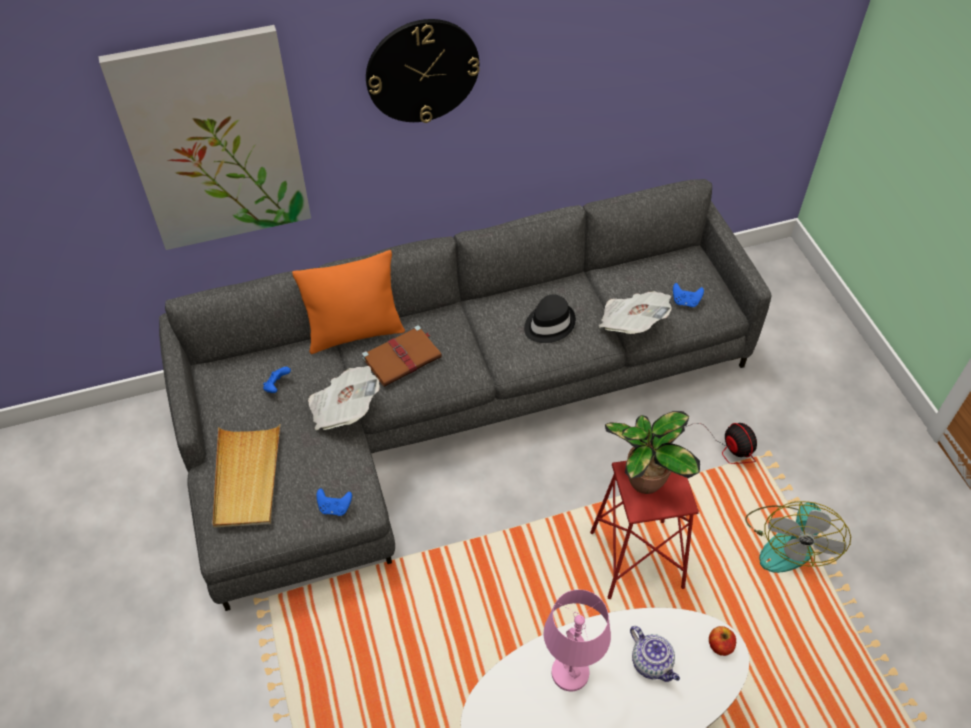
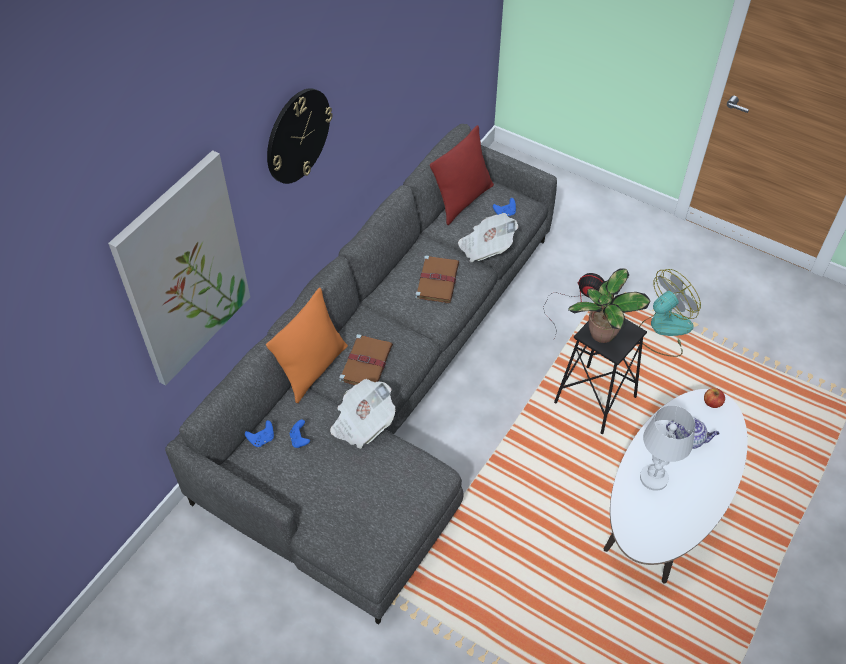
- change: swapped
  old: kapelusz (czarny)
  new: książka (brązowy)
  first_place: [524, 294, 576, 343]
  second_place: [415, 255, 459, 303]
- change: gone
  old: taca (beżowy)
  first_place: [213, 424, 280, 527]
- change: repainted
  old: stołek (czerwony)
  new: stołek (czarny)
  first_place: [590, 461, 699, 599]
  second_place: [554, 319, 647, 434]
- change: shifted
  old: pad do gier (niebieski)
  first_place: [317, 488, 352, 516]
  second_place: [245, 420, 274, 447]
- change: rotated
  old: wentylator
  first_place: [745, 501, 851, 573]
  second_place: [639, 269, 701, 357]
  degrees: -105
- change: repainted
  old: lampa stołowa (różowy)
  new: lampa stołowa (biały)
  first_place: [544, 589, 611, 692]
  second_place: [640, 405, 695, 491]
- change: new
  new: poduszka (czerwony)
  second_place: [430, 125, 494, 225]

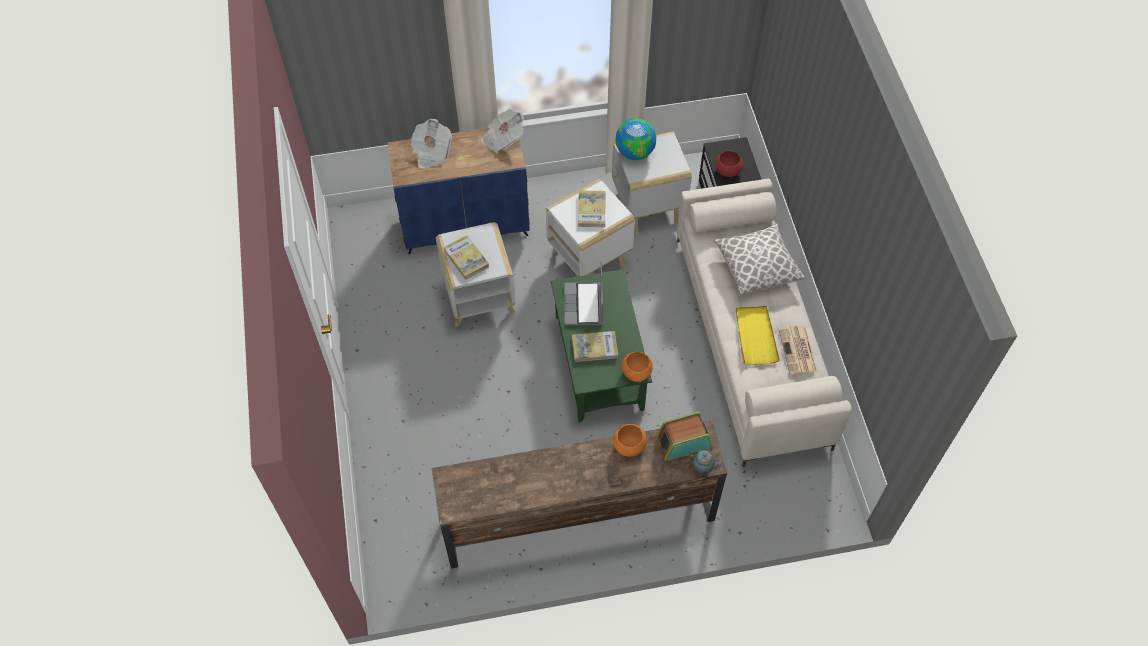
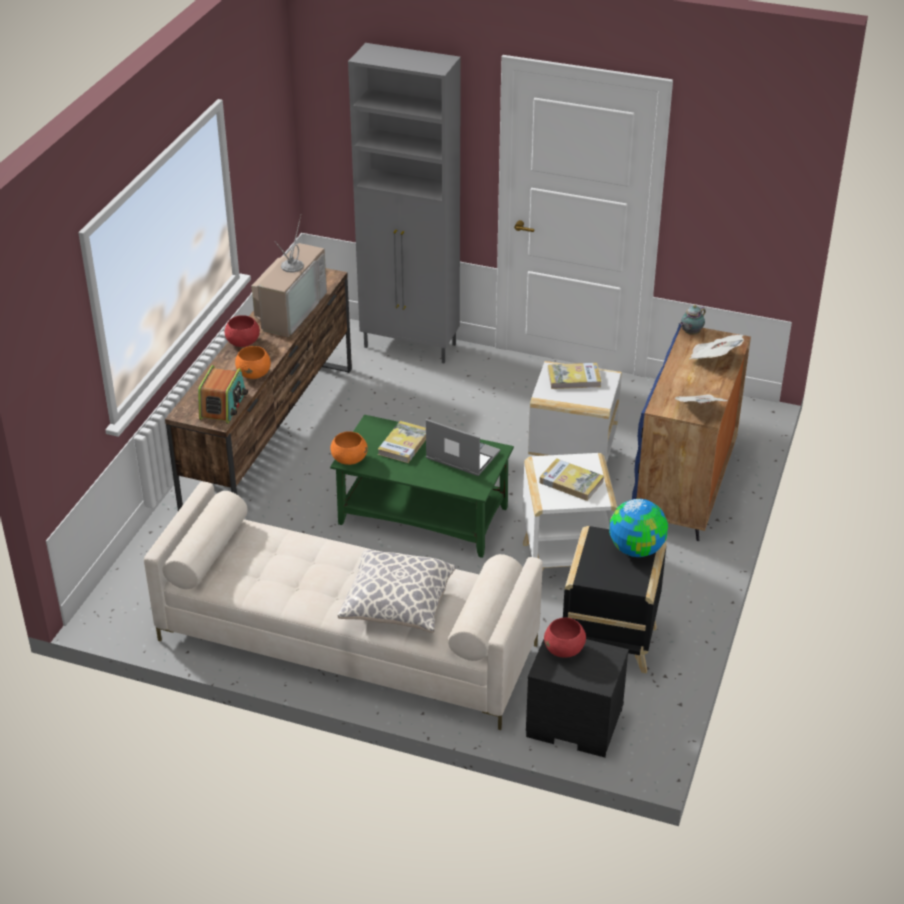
- change: repainted
  old: stolik (biały)
  new: stolik (czarny)
  first_place: [612, 132, 692, 234]
  second_place: [563, 526, 667, 674]
- change: gone
  old: taca (żółty)
  first_place: [736, 306, 780, 365]
- change: gone
  old: gazeta
  first_place: [779, 326, 817, 375]
- change: shifted
  old: imbryk
  first_place: [686, 450, 724, 473]
  second_place: [680, 305, 706, 335]
- change: new
  new: szafka (szary)
  second_place: [348, 43, 461, 363]
- change: new
  new: telewizor
  second_place: [252, 216, 327, 337]
- change: new
  new: miska (czerwony)
  second_place: [225, 315, 260, 347]

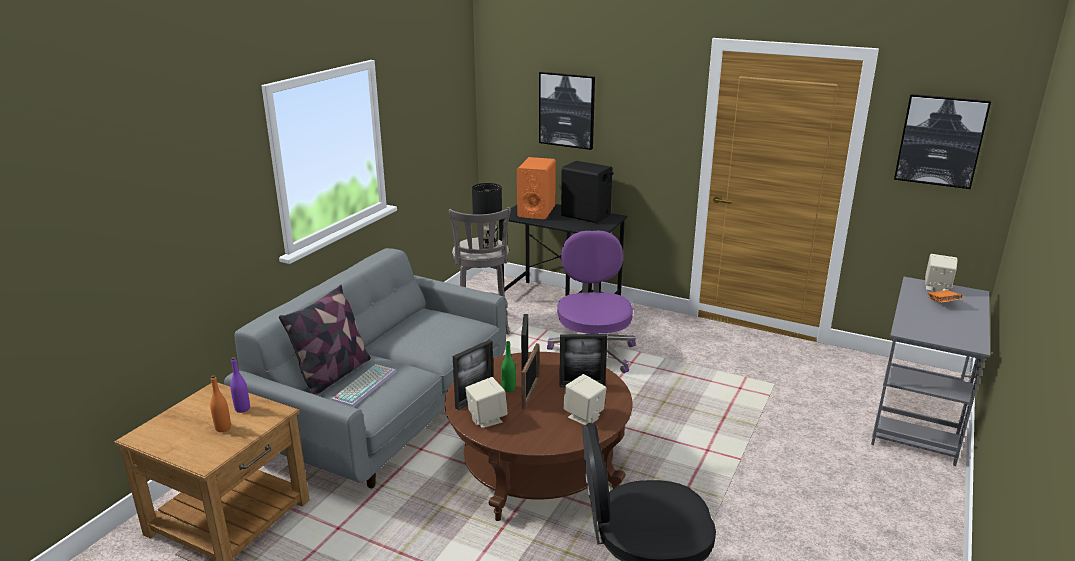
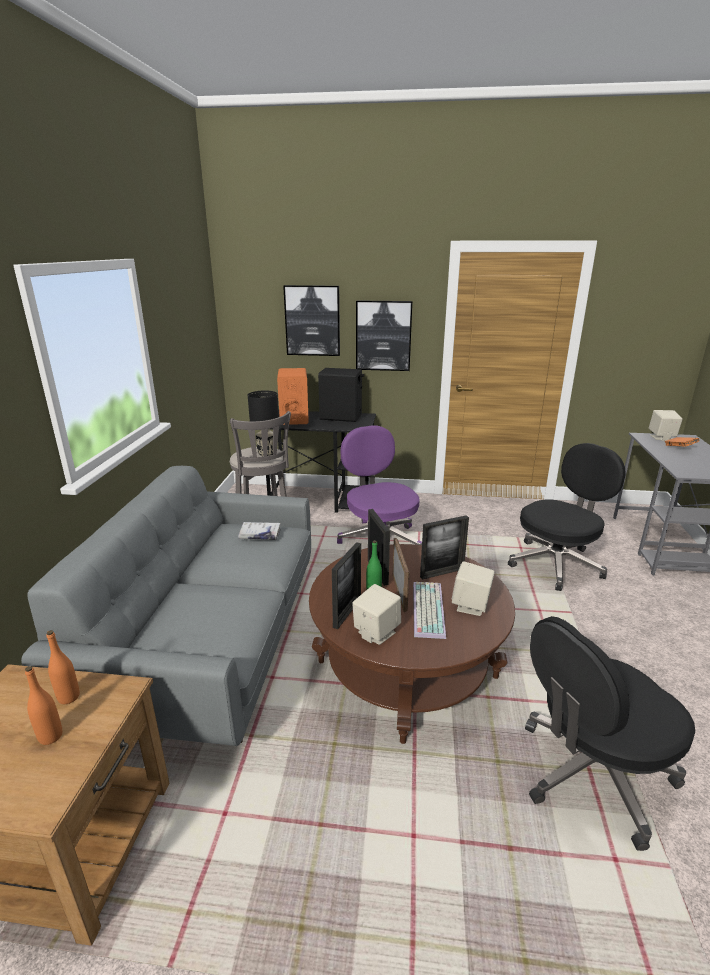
- change: shifted
  old: obraz
  first_place: [894, 94, 991, 189]
  second_place: [356, 300, 413, 371]
- change: gone
  old: poduszka
  first_place: [279, 285, 371, 395]
- change: repainted
  old: butelka (fioletowy)
  new: butelka (pomarańczowy)
  first_place: [230, 357, 250, 413]
  second_place: [46, 630, 80, 704]
- change: shifted
  old: klawiatura
  first_place: [332, 364, 396, 407]
  second_place: [413, 582, 446, 639]
- change: new
  new: krzesło biurowe (czarny)
  second_place: [508, 443, 626, 591]
- change: new
  new: książka (biały)
  second_place: [238, 522, 281, 540]

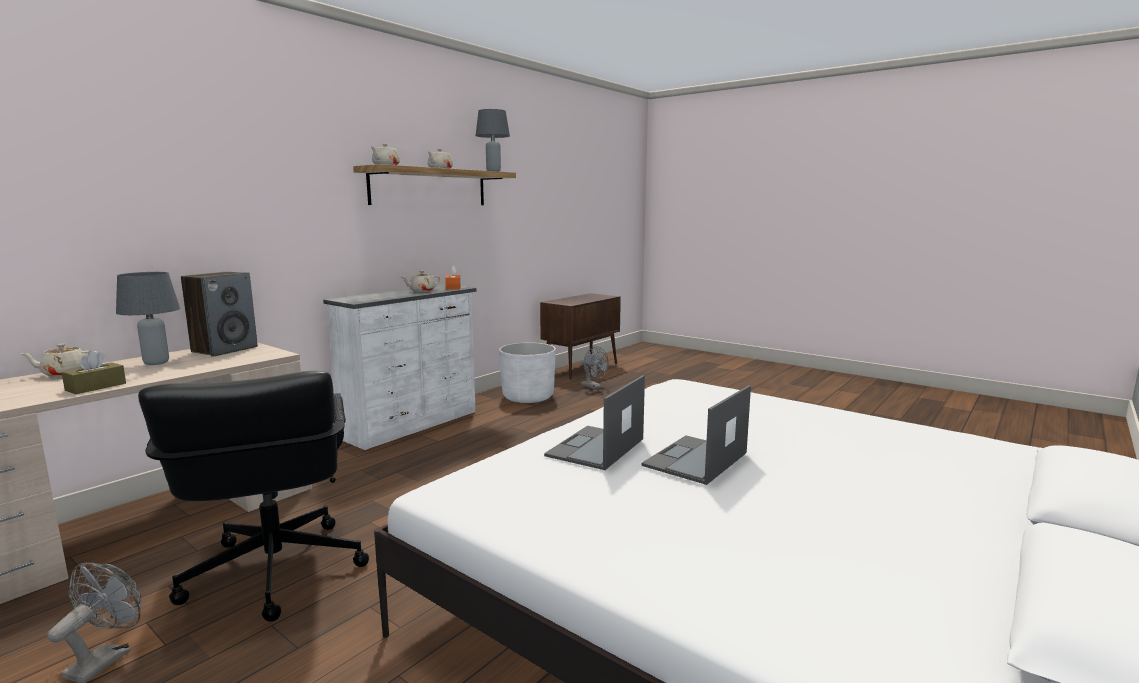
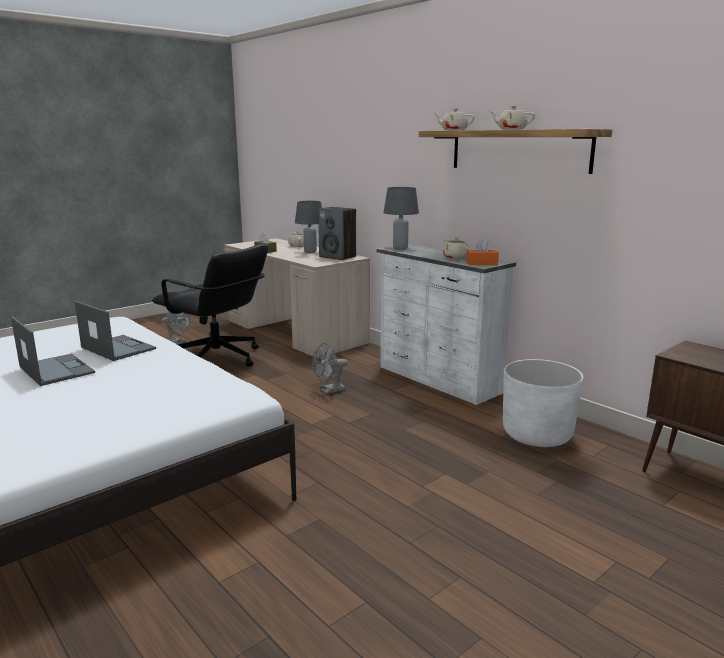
- change: shifted
  old: lampa stołowa (szary)
  first_place: [476, 109, 510, 172]
  second_place: [383, 187, 419, 250]
- change: shifted
  old: wentylator (szary)
  first_place: [581, 346, 608, 389]
  second_place: [312, 343, 348, 394]
- change: rotated
  old: krzesło biurowe (czarny)
  first_place: [138, 371, 369, 622]
  second_place: [152, 244, 268, 367]
  degrees: -135

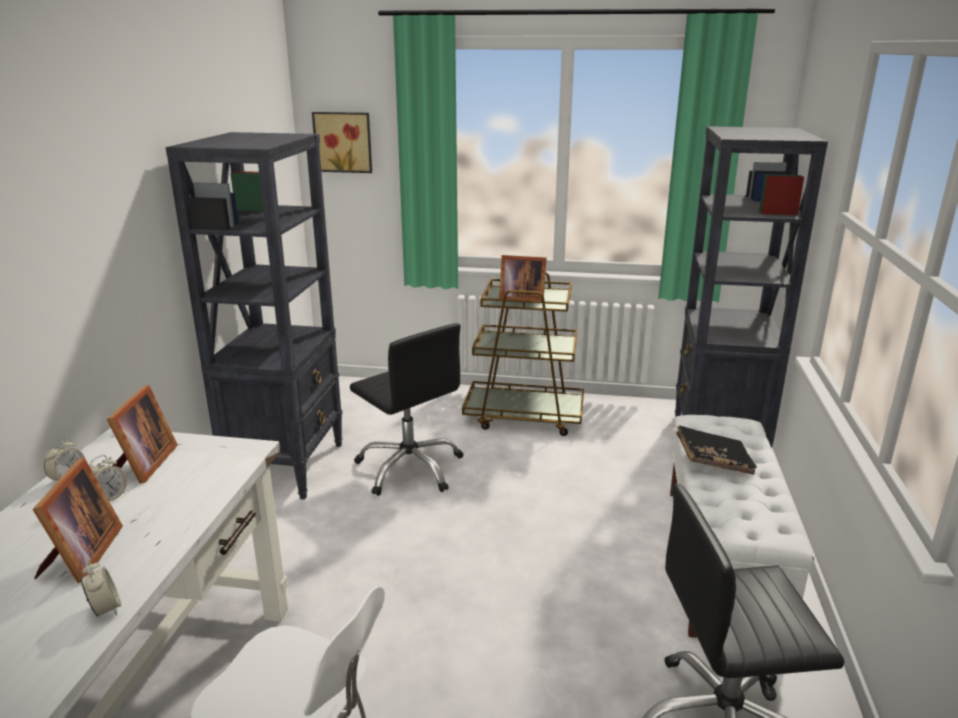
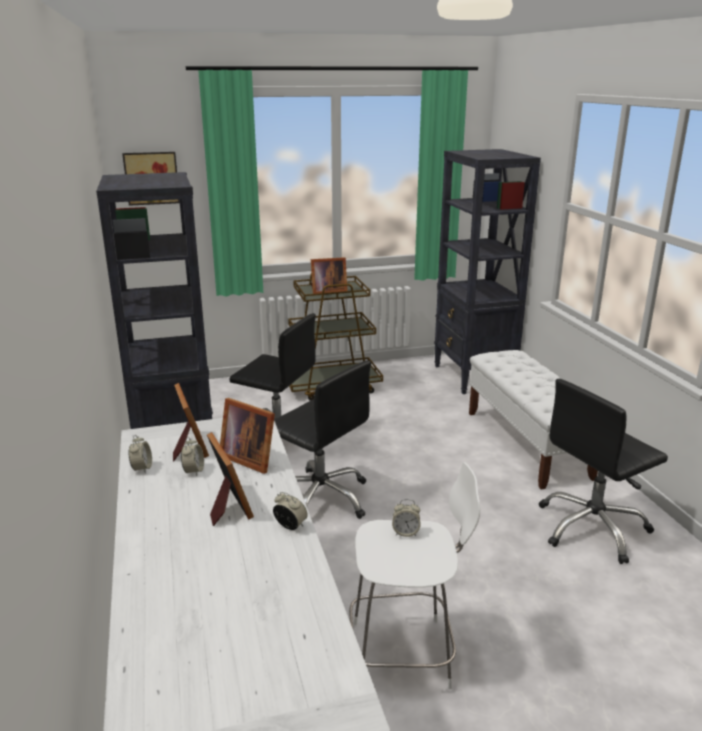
- change: gone
  old: książka (czarny)
  first_place: [676, 425, 757, 475]
- change: new
  new: krzesło biurowe (czarny)
  second_place: [274, 360, 371, 519]
- change: new
  new: ramka na zdjęcie
  second_place: [220, 398, 275, 474]
- change: new
  new: budzik
  second_place: [392, 499, 421, 537]

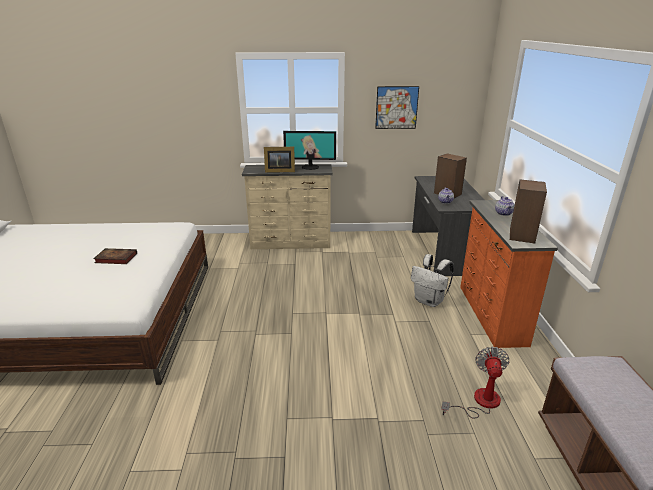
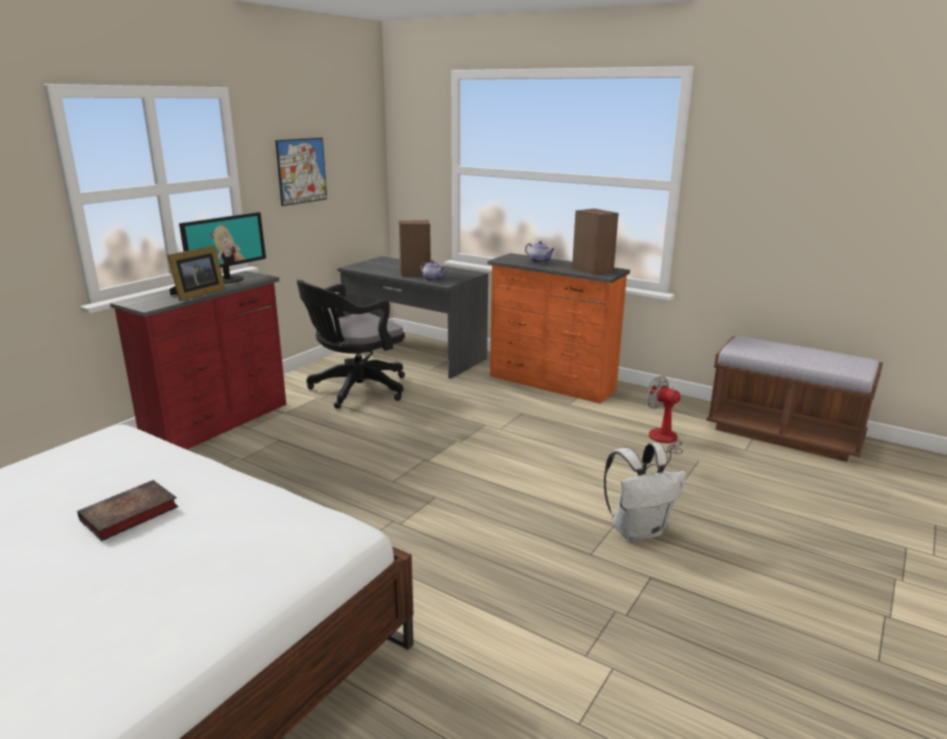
- change: repainted
  old: komoda (beżowy)
  new: komoda (czerwony)
  first_place: [242, 164, 333, 249]
  second_place: [110, 271, 286, 450]
- change: shifted
  old: plecak (biały)
  first_place: [411, 254, 454, 307]
  second_place: [604, 443, 687, 542]
- change: new
  new: krzesło biurowe (czarny)
  second_place: [297, 280, 405, 409]

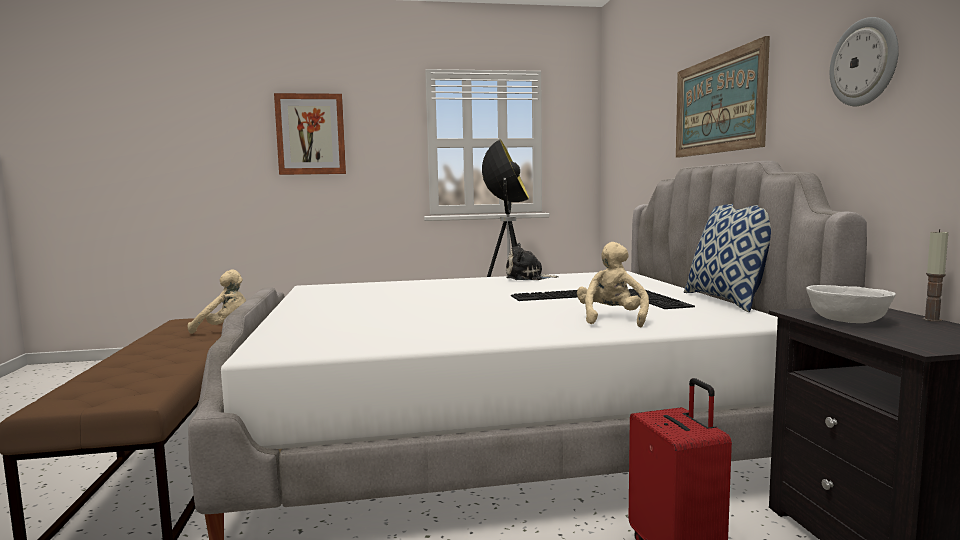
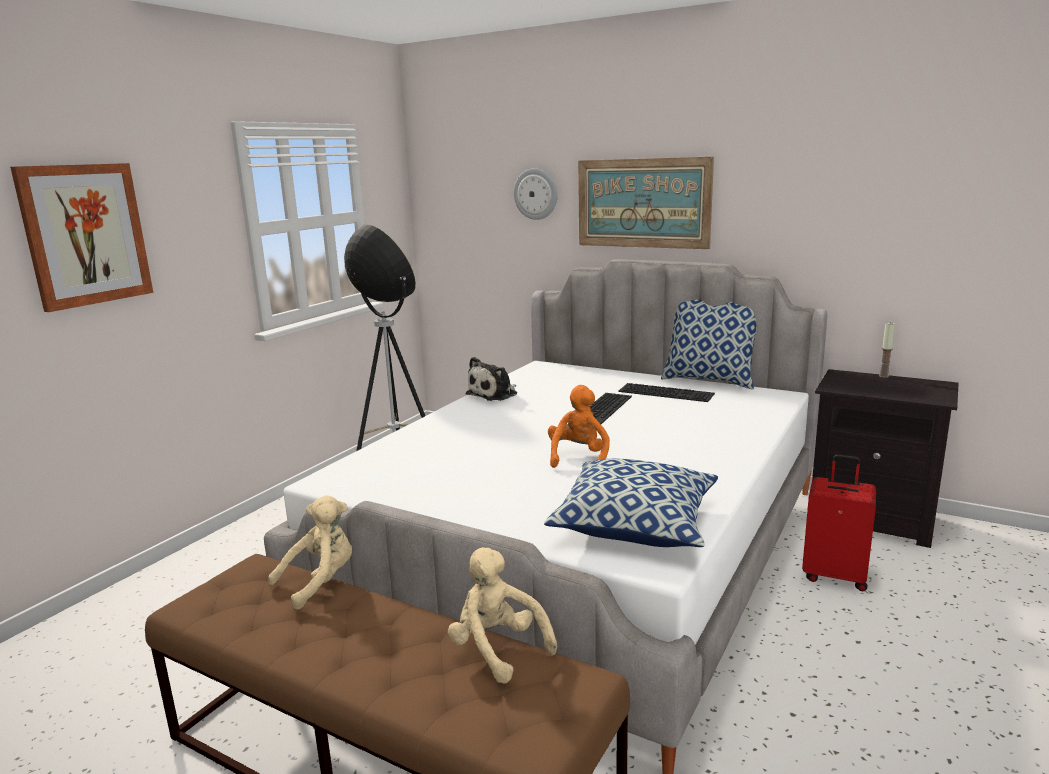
- change: shifted
  old: zegar ścienny
  first_place: [830, 17, 899, 106]
  second_place: [514, 168, 558, 220]
- change: shifted
  old: pluszak (beżowy)
  first_place: [577, 242, 649, 327]
  second_place: [448, 547, 557, 684]
- change: gone
  old: miska (biały)
  first_place: [806, 285, 896, 323]
- change: new
  new: pluszak (pomarańczowy)
  second_place: [548, 385, 610, 468]
- change: new
  new: poduszka
  second_place: [544, 458, 718, 547]

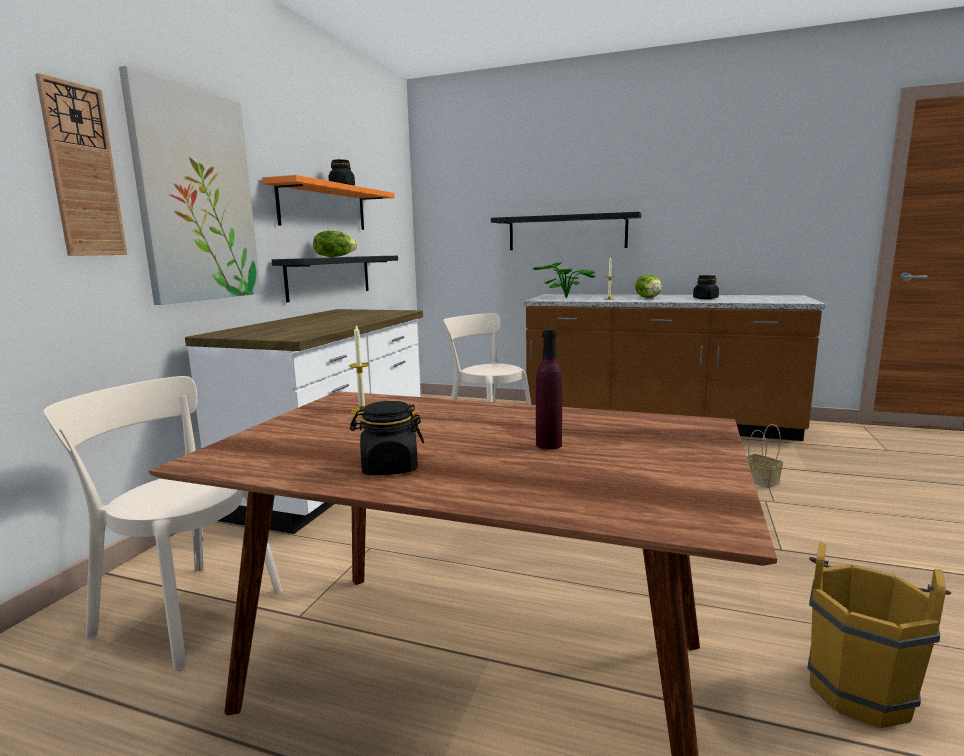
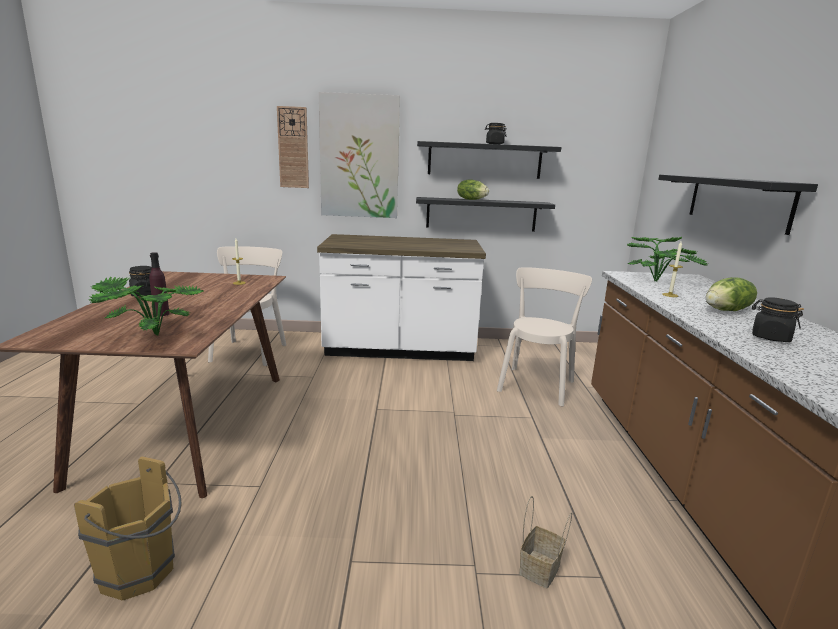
- change: repainted
  old: półka (pomarańczowy)
  new: półka (czarny)
  first_place: [262, 175, 395, 230]
  second_place: [417, 141, 561, 179]
- change: new
  new: roślina doniczkowa
  second_place: [88, 277, 204, 335]

